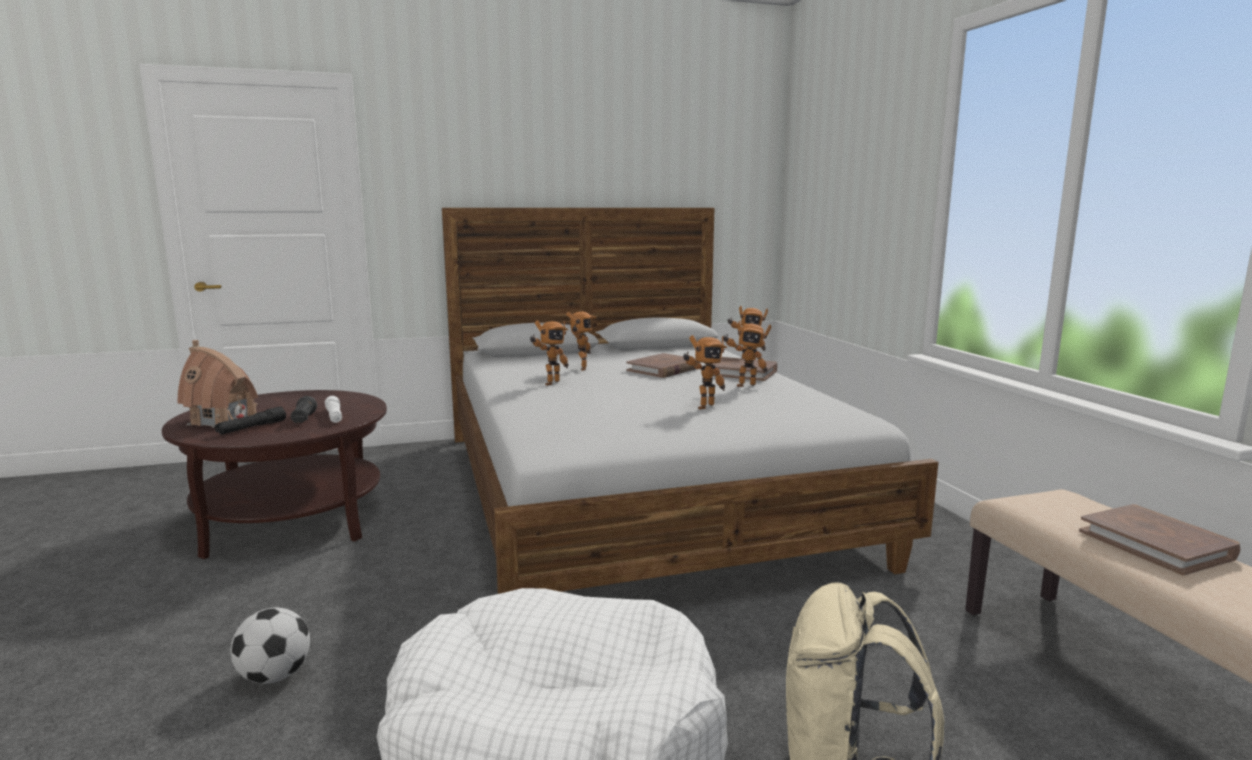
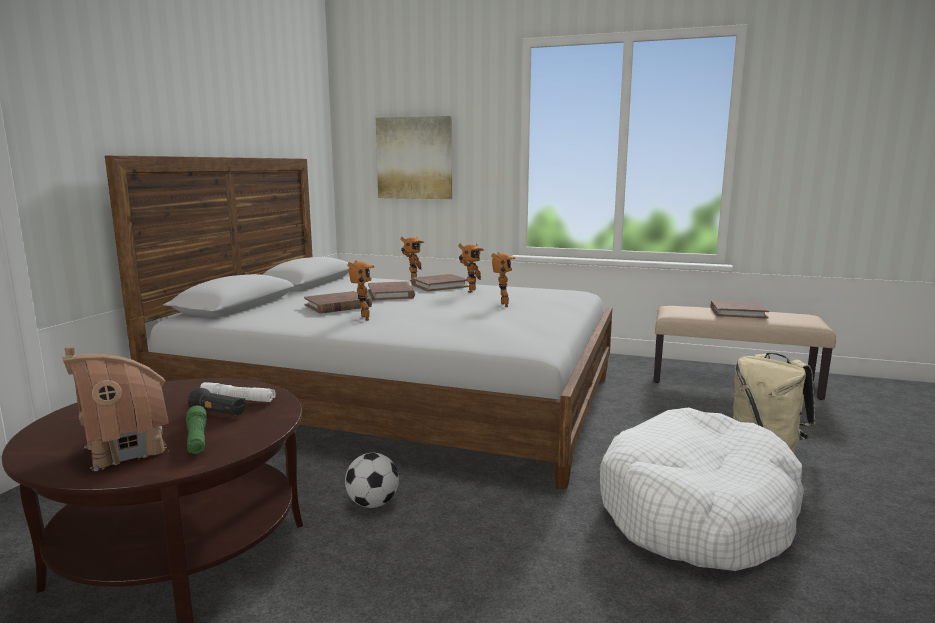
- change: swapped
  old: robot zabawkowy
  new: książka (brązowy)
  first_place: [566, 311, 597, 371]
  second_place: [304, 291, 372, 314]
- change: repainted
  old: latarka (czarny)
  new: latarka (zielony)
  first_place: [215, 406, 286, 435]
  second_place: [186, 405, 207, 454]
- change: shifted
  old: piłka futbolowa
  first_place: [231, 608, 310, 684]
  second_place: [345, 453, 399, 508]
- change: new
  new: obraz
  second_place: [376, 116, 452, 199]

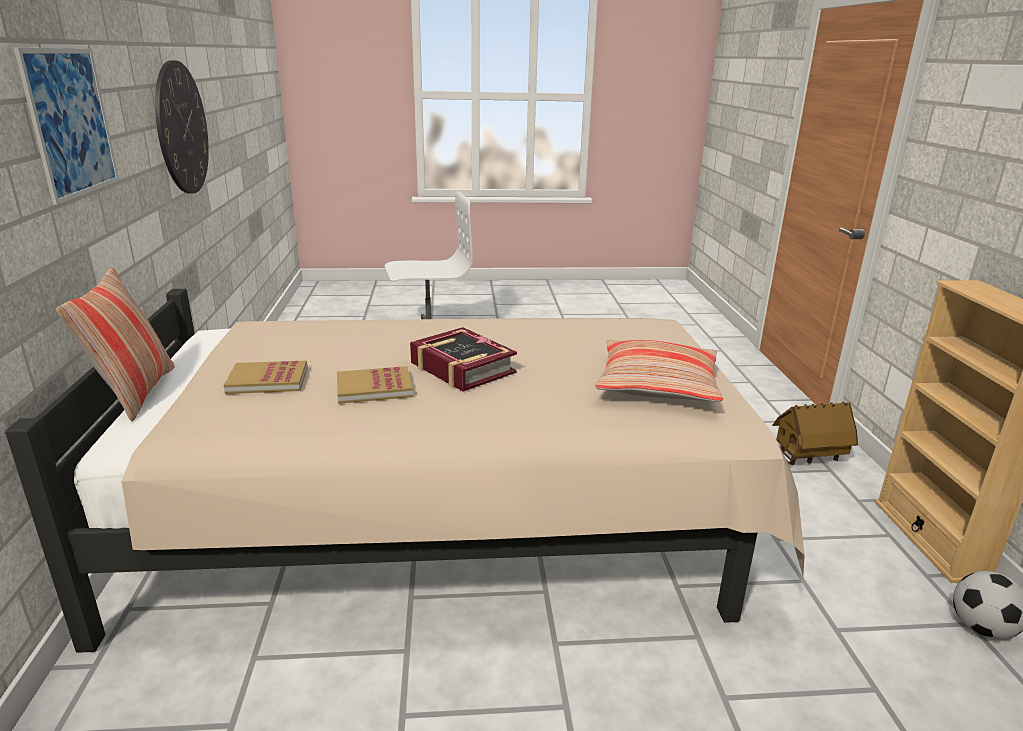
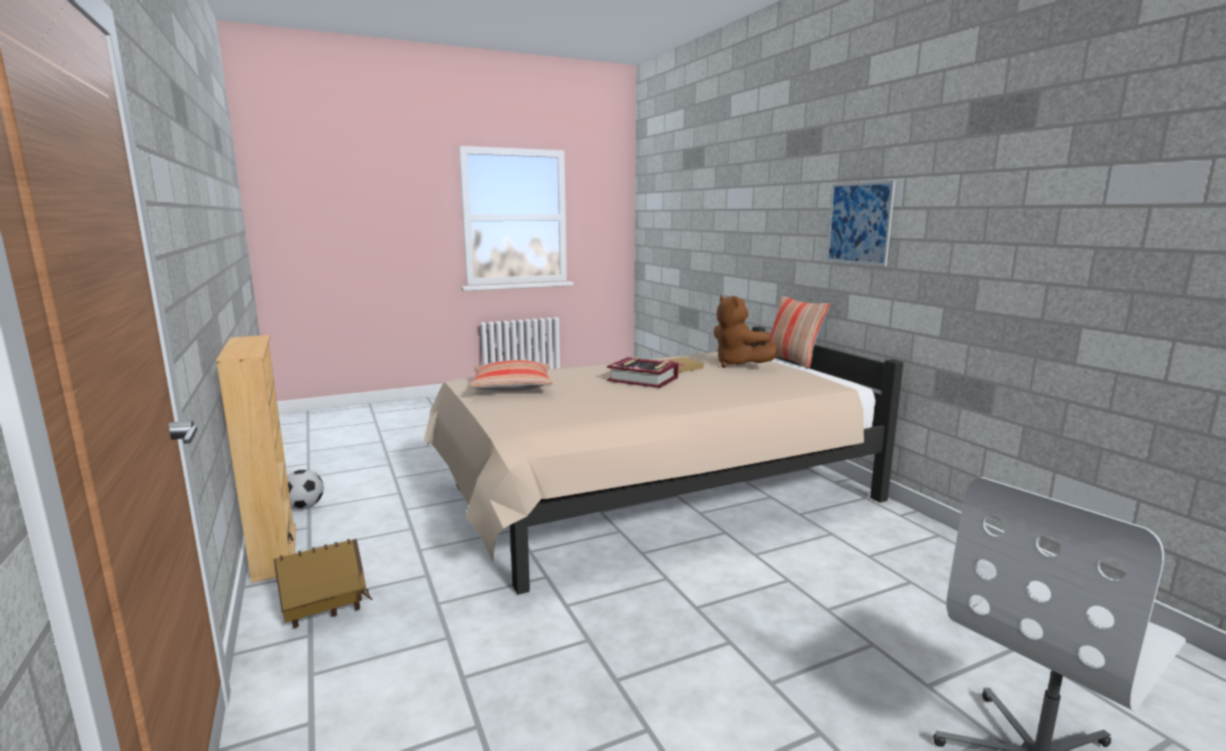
- change: gone
  old: zegar ścienny
  first_place: [155, 60, 209, 194]
- change: swapped
  old: książka
  new: pluszak (brązowy)
  first_place: [224, 360, 307, 394]
  second_place: [714, 295, 777, 368]

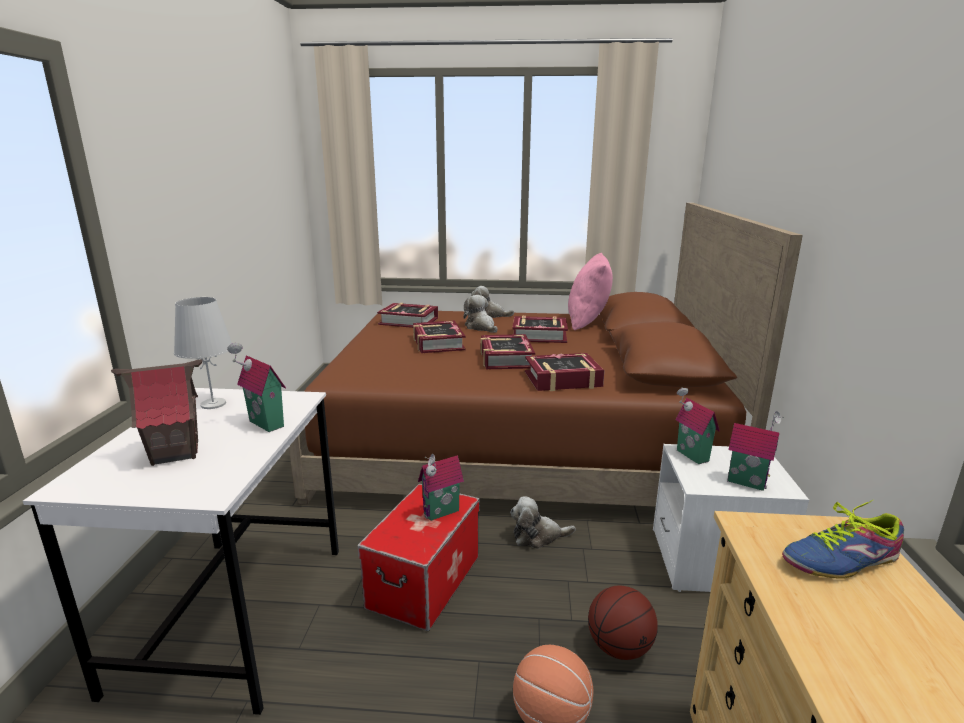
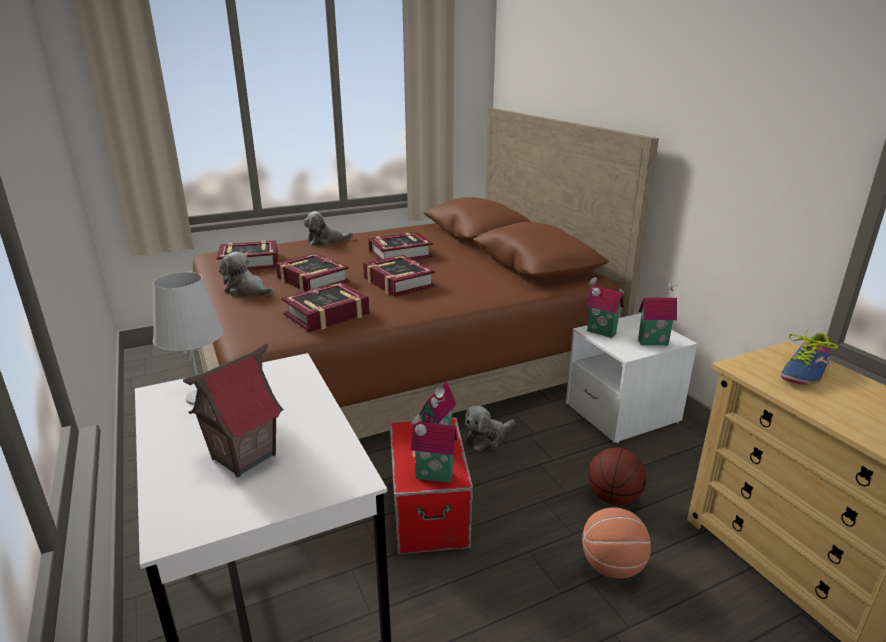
- change: gone
  old: poduszka (różowy)
  first_place: [568, 253, 613, 331]
- change: shifted
  old: pluszak
  first_place: [464, 295, 498, 333]
  second_place: [219, 252, 274, 296]
- change: shifted
  old: domek
  first_place: [227, 343, 286, 432]
  second_place: [410, 414, 457, 483]
- change: shifted
  old: książka
  first_place: [525, 353, 605, 391]
  second_place: [281, 282, 370, 332]

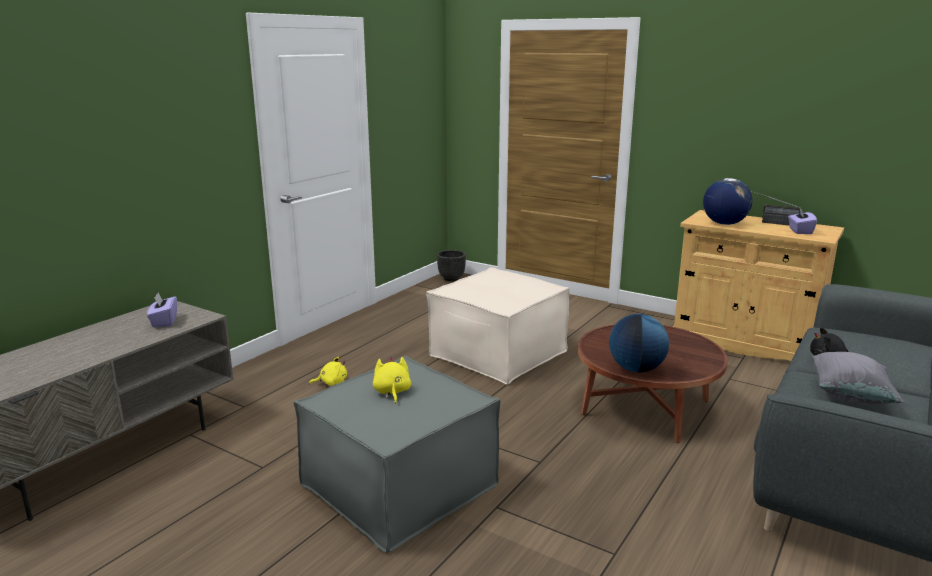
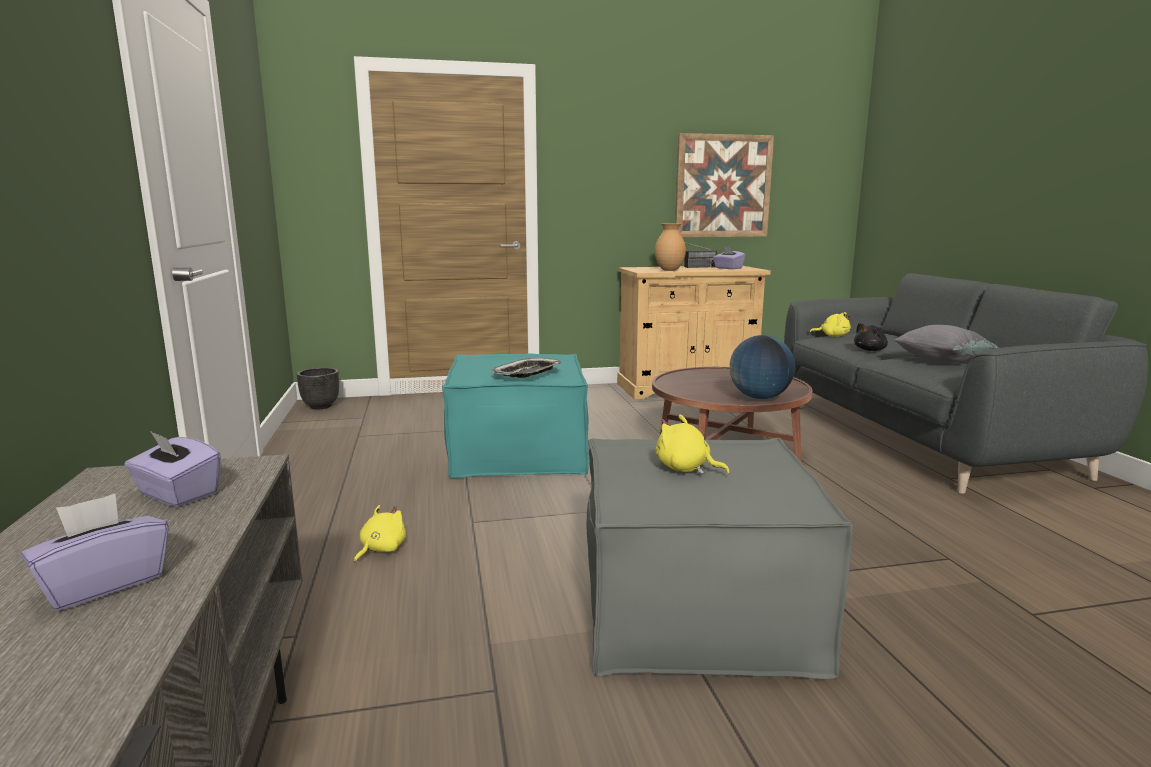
- change: swapped
  old: globus
  new: wazon (brązowy)
  first_place: [703, 178, 752, 225]
  second_place: [655, 224, 686, 271]
- change: repainted
  old: pufa (beżowy)
  new: pufa (turkusowy)
  first_place: [426, 267, 570, 384]
  second_place: [442, 354, 589, 478]
- change: new
  new: obraz
  second_place: [675, 133, 774, 237]
- change: new
  new: pluszak (żółty)
  second_place: [810, 312, 851, 337]
- change: new
  new: taca
  second_place: [492, 358, 562, 378]
- change: new
  new: pudełko chusteczek (fioletowy)
  second_place: [21, 494, 169, 611]

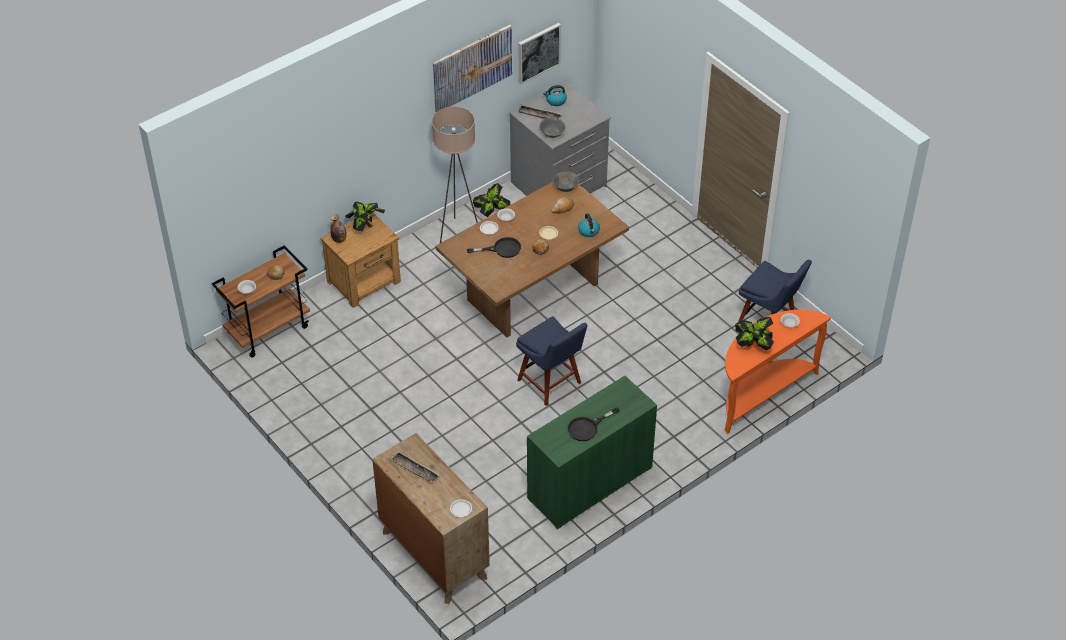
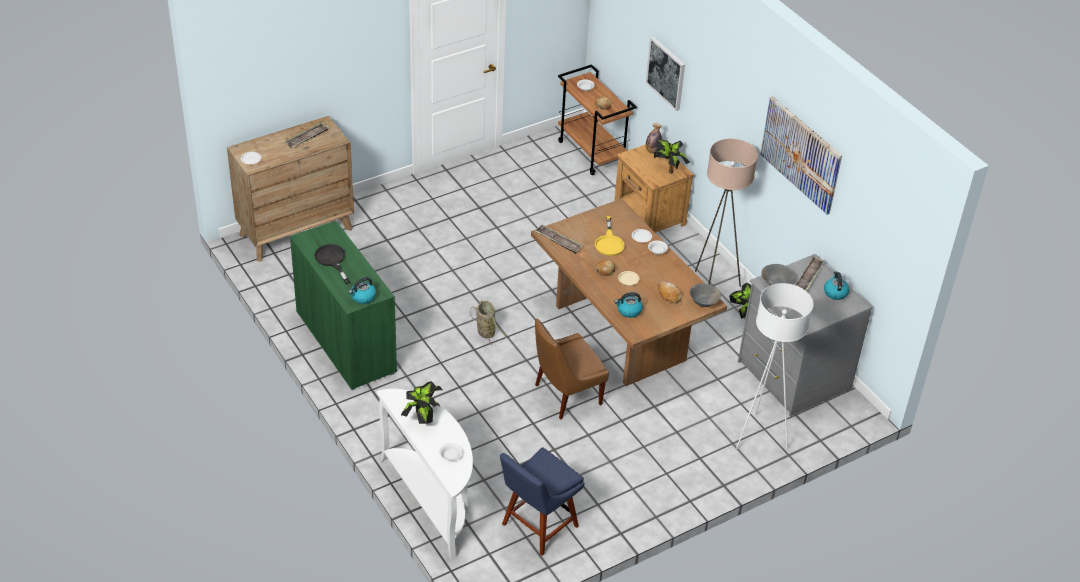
- change: shifted
  old: obraz
  first_place: [518, 23, 561, 84]
  second_place: [646, 37, 685, 111]
- change: repainted
  old: patelnia (czarny)
  new: patelnia (żółty)
  first_place: [467, 237, 521, 258]
  second_place: [595, 216, 625, 256]
- change: repainted
  old: stolik konsolowy (pomarańczowy)
  new: stolik konsolowy (biały)
  first_place: [724, 310, 831, 433]
  second_place: [377, 389, 473, 559]
- change: swapped
  old: krzesło (niebieski)
  new: koszyk
  first_place: [516, 316, 587, 406]
  second_place: [470, 301, 507, 346]
- change: new
  new: taca
  second_place: [535, 225, 583, 254]
- change: new
  new: czajnik
  second_place: [348, 277, 376, 304]
- change: new
  new: lampa stojąca (biały)
  second_place: [736, 283, 814, 449]
- change: new
  new: krzesło (brązowy)
  second_place: [535, 319, 609, 419]

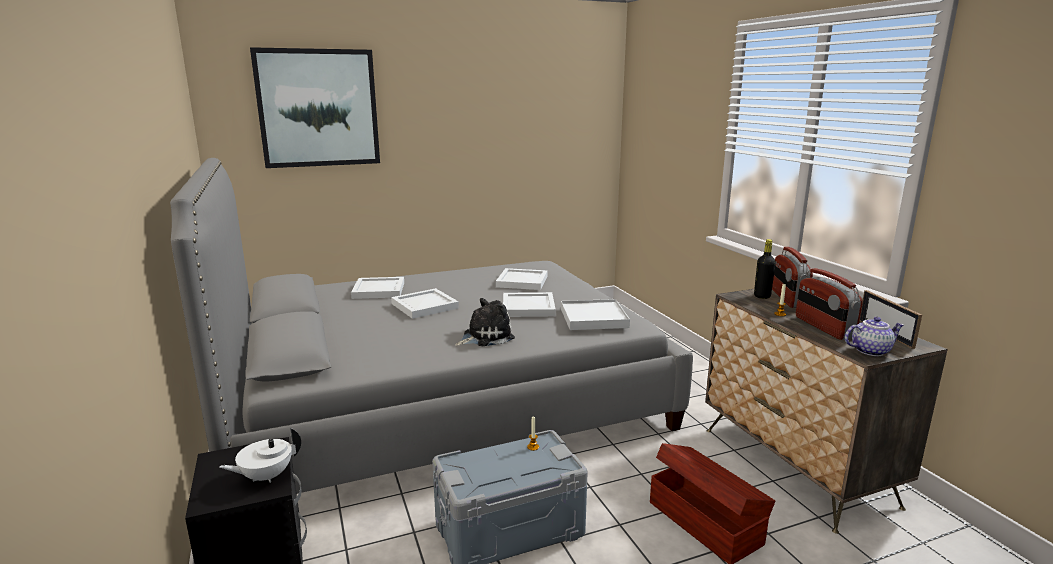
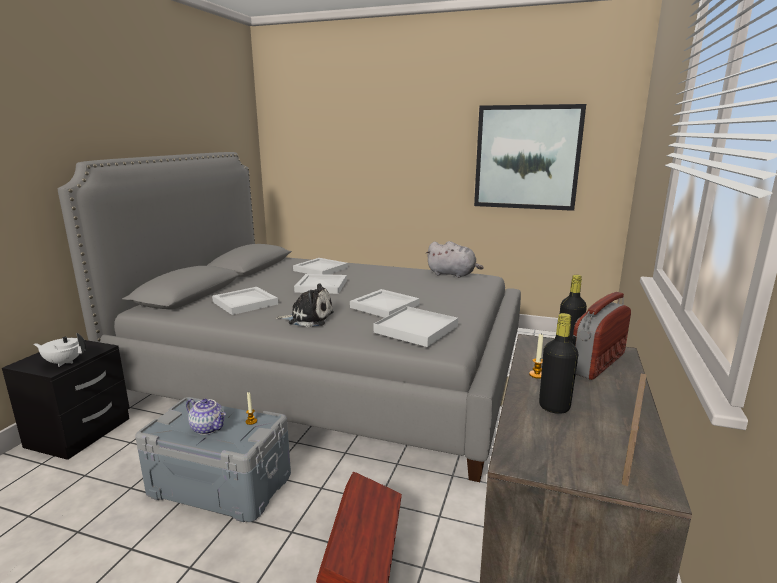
- change: shifted
  old: obraz
  first_place: [250, 47, 380, 168]
  second_place: [474, 104, 586, 211]
- change: shifted
  old: taca (biały)
  first_place: [496, 268, 548, 290]
  second_place: [212, 287, 278, 315]
- change: swapped
  old: radio
  new: butelka (czarny)
  first_place: [796, 268, 863, 340]
  second_place: [539, 313, 578, 414]
- change: shifted
  old: imbryk
  first_place: [845, 317, 903, 356]
  second_place: [186, 399, 226, 435]
- change: new
  new: pluszak (szary)
  second_place: [426, 241, 484, 278]

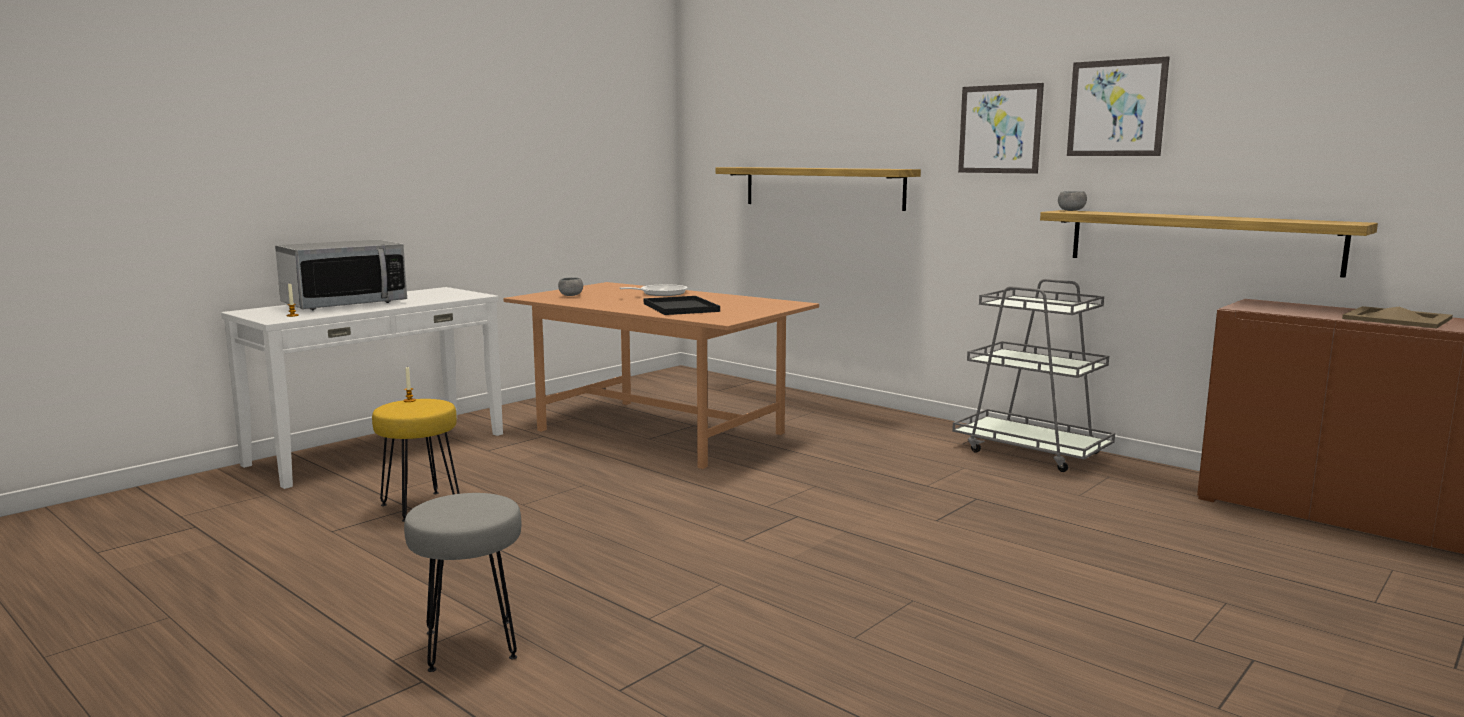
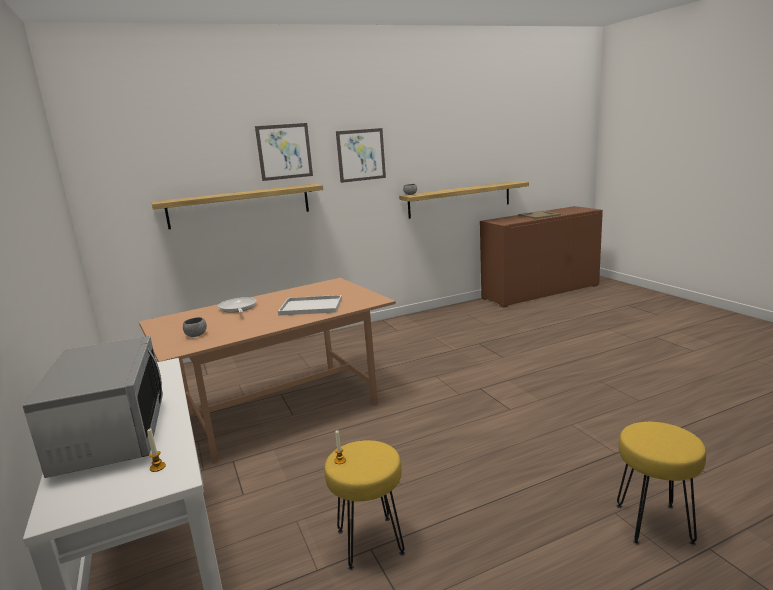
- change: shifted
  old: obraz
  first_place: [1067, 56, 1170, 156]
  second_place: [255, 123, 313, 181]
- change: gone
  old: wózek (szary)
  first_place: [952, 279, 1115, 472]
- change: repainted
  old: taca (czarny)
  new: taca (biały)
  first_place: [644, 296, 720, 315]
  second_place: [278, 295, 342, 316]
- change: repainted
  old: stołek (szary)
  new: stołek (żółty)
  first_place: [404, 493, 521, 672]
  second_place: [617, 422, 706, 545]

